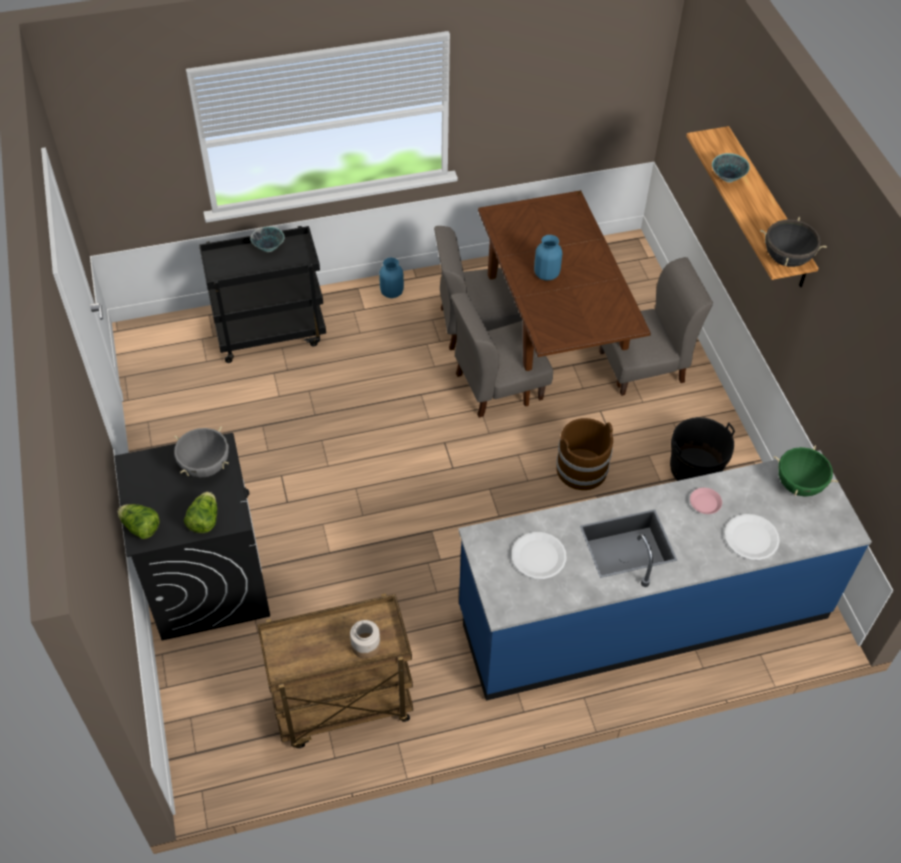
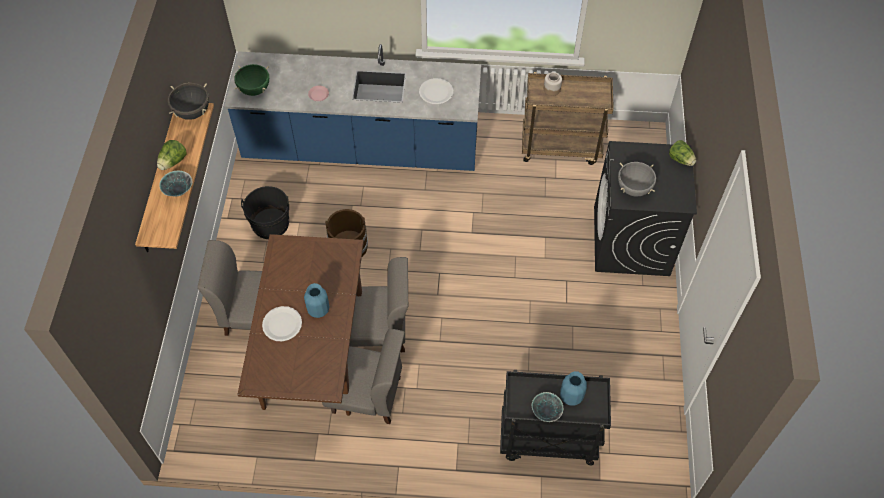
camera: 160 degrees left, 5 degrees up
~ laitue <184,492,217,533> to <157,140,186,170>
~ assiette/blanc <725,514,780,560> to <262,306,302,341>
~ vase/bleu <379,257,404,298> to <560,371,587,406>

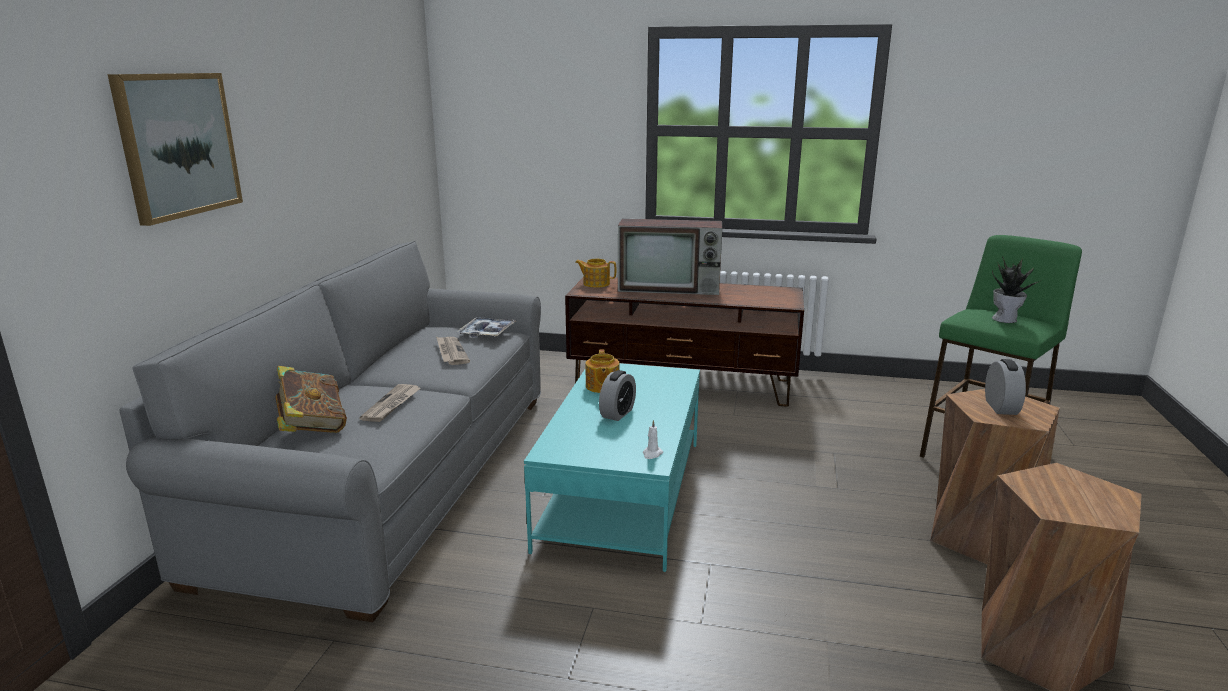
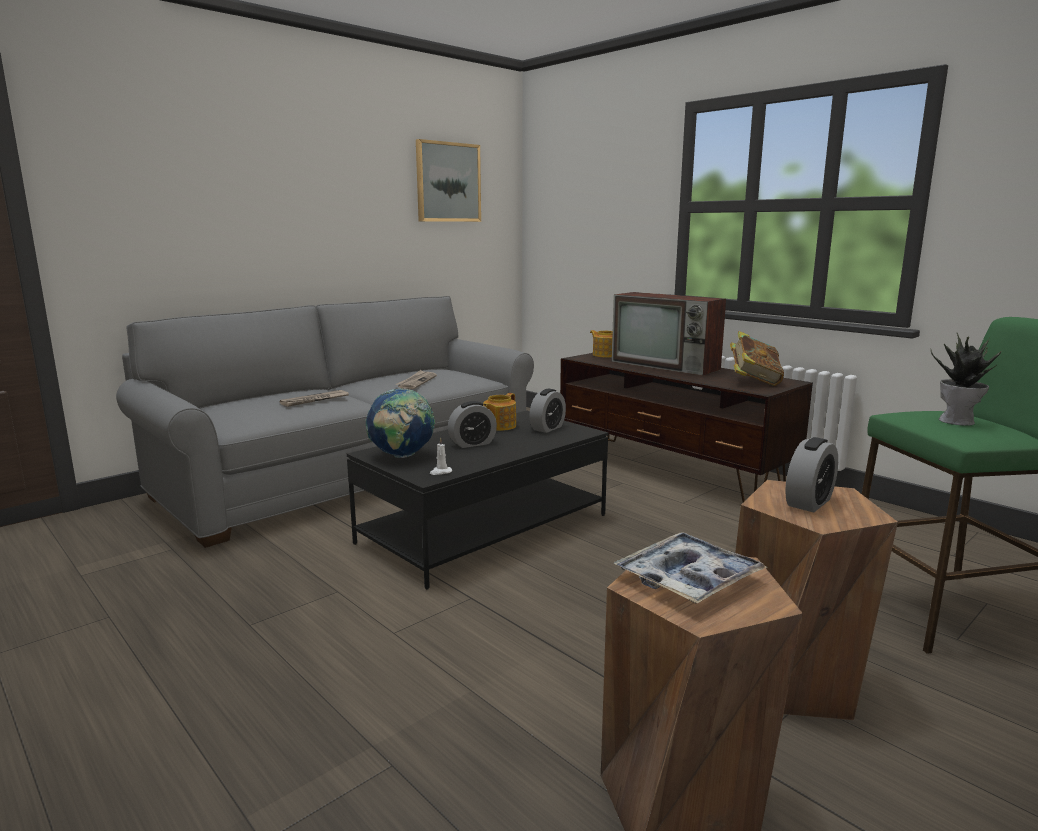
camera: 35 degrees right, 5 degrees down
~ table basse/turquoise <524,363,700,572> to table basse/noir <347,411,609,590>
+ globe <366,388,435,458>
~ tableau <108,73,243,226> to <416,139,481,222>
+ réveil <529,389,566,433>
~ plateau <457,317,516,337> to <614,532,767,603>
~ livre <275,366,347,433> to <730,331,784,386>

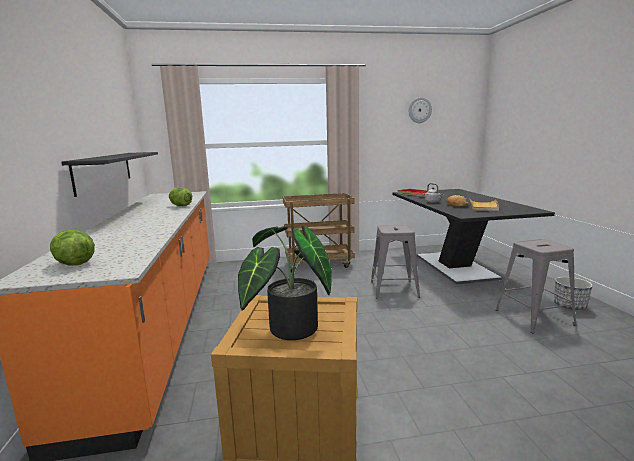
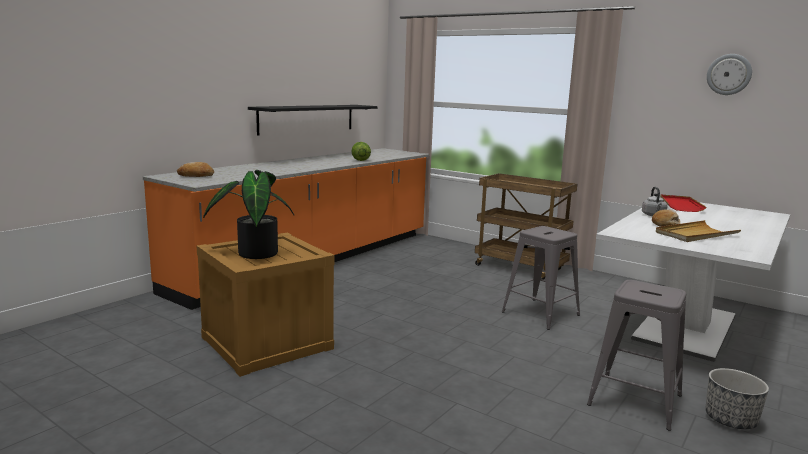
camera: 45 degrees right, 0 degrees up
~ laitue <50,230,95,266> to pain <177,162,214,177>
~ table à manger/noir <392,189,555,284> to table à manger/blanc <596,202,790,362>

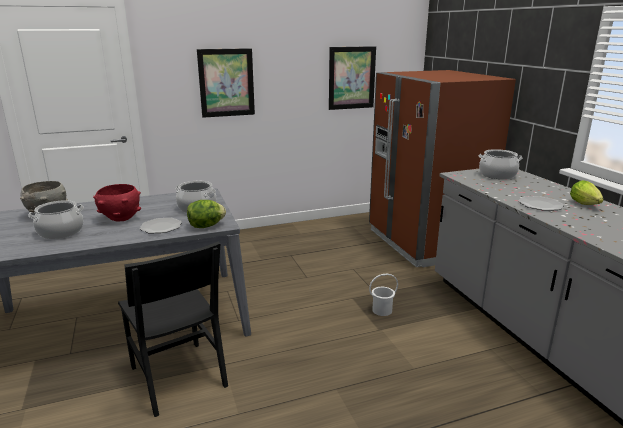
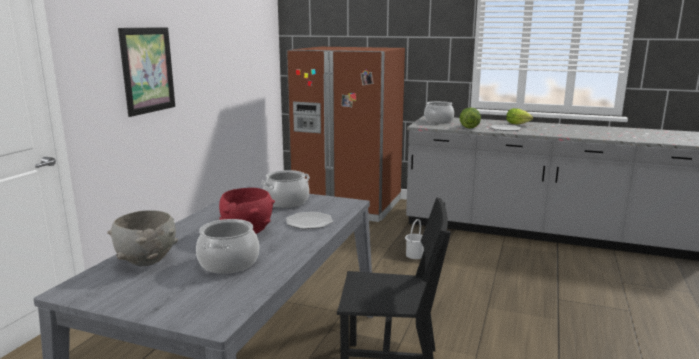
camera: 50 degrees left, 5 degrees down
~ laitue <187,200,226,228> to <459,108,481,129>
- tableau <329,46,376,110>

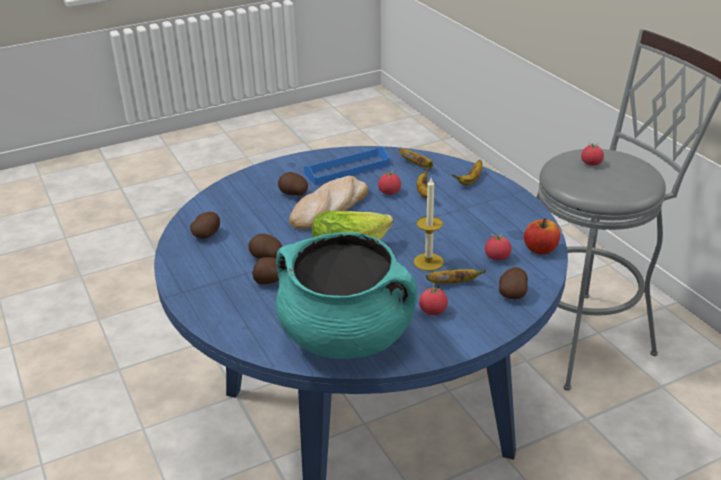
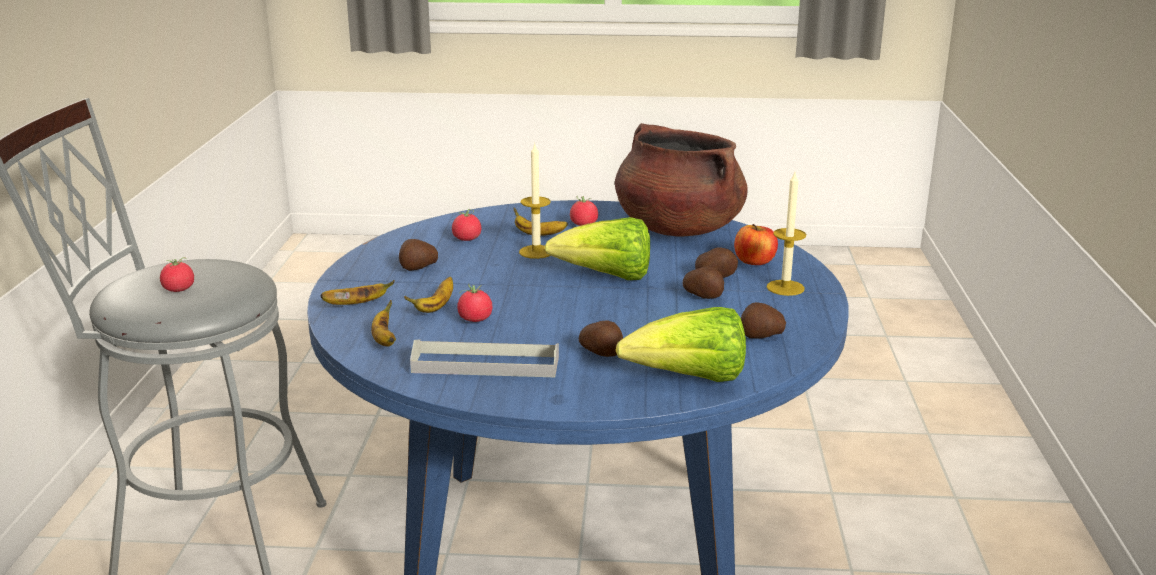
camera: 150 degrees left, 10 degrees down
~ pomme de terre <499,267,528,299> to <399,239,438,271>
~ plateau/bleu <304,147,390,185> to plateau/gris <410,339,559,377>
~ marmite/turquoise <276,232,417,359> to marmite/marron <615,123,748,237>
+ laitue <615,307,746,382>
~ pomme <524,218,560,254> to <734,224,778,265>
+ bougie <767,173,806,296>
- pain <289,176,368,230>

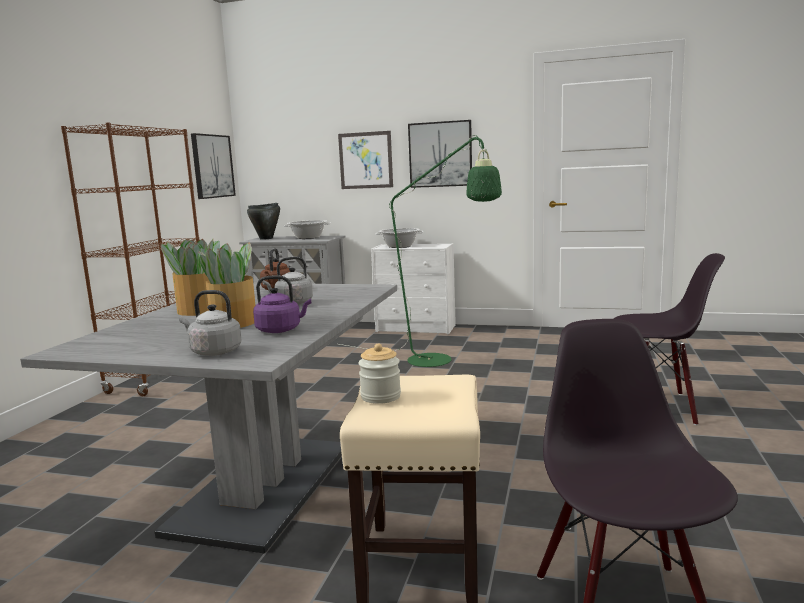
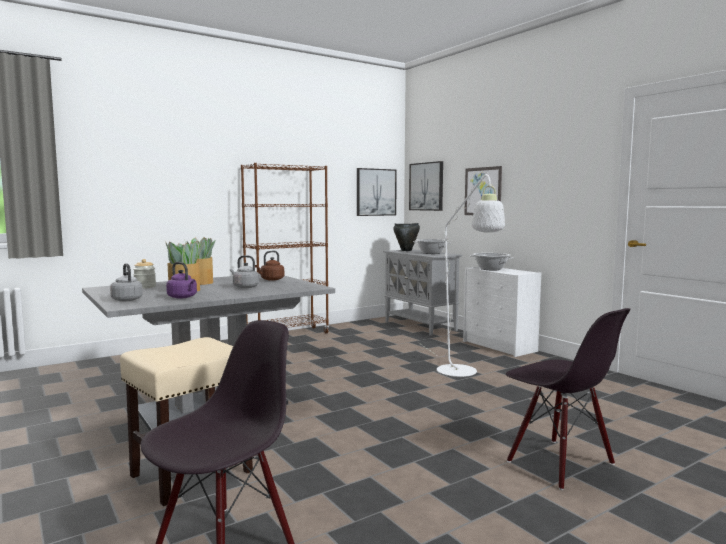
camera: 40 degrees right, 5 degrees down
~ bocal <358,344,401,404> to <133,259,156,288>
~ tableau <408,120,472,188> to <409,161,443,211>
~ lampadaire/vert <339,135,502,367> to lampadaire/blanc <419,172,505,377>

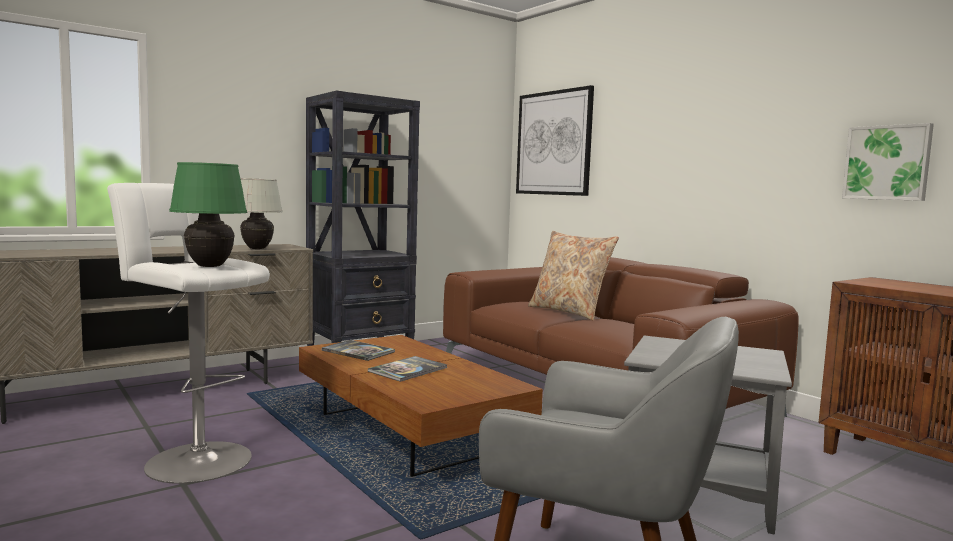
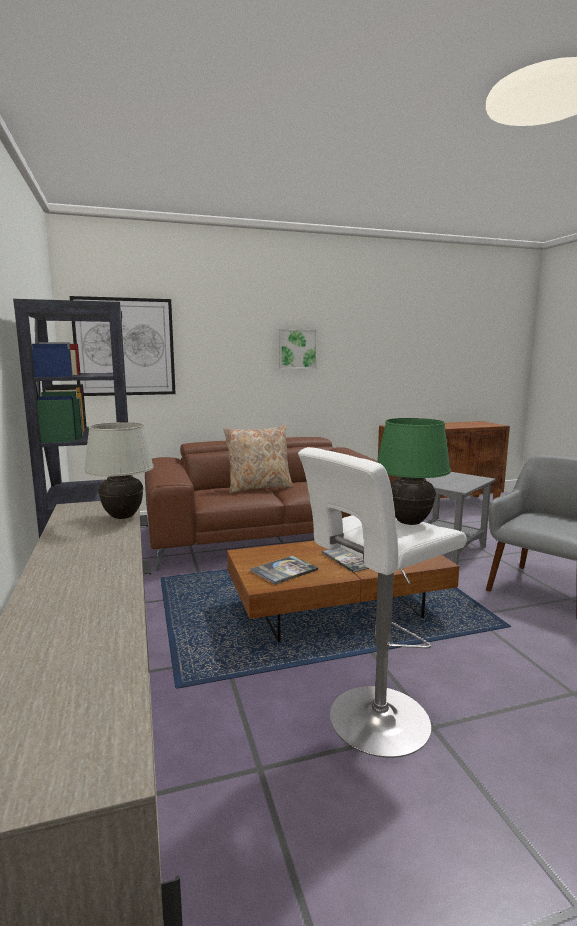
camera: 70 degrees left, 5 degrees up
~ tableau <842,123,934,201> to <279,329,318,369>

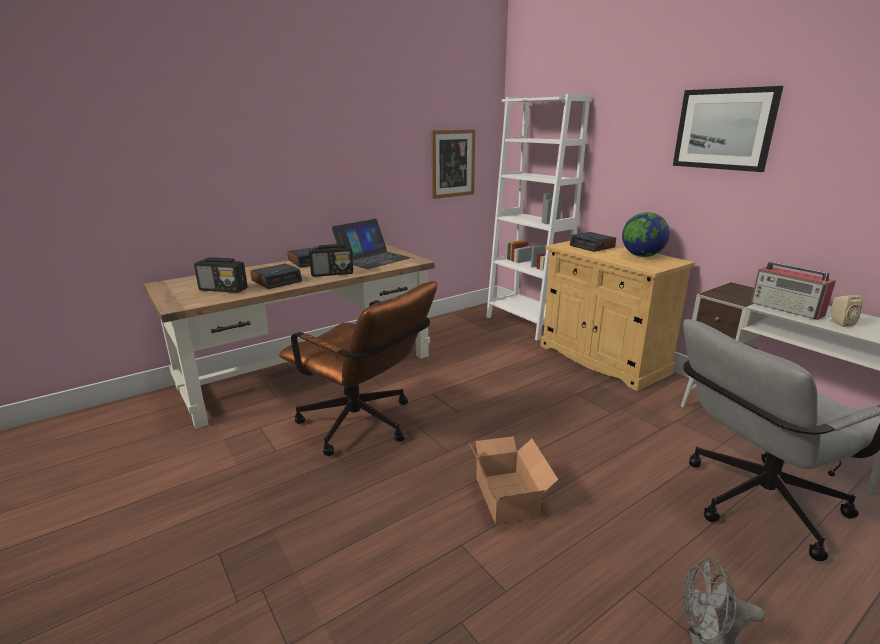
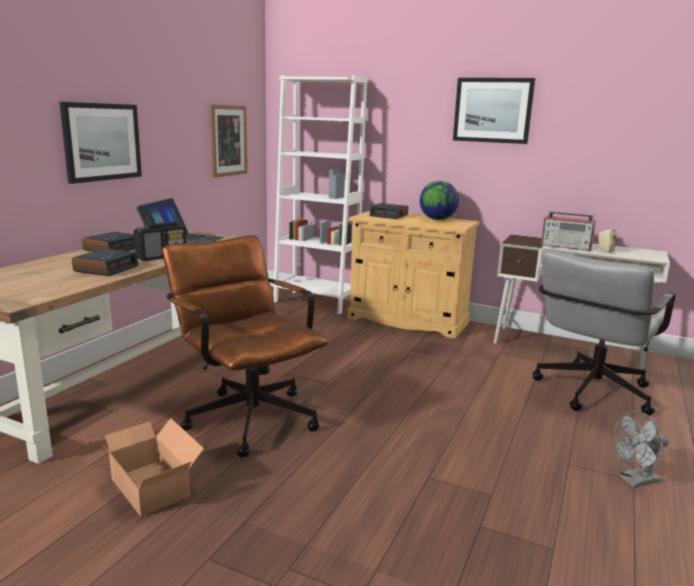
camera: 30 degrees left, 5 degrees down
+ tableau <60,102,142,184>
~ carton <469,436,558,524> to <97,418,204,517>
~ chaise de bureau/marron <279,281,437,456> = <162,235,328,457> 135 degrees counterclockwise
- radio <194,257,248,293>

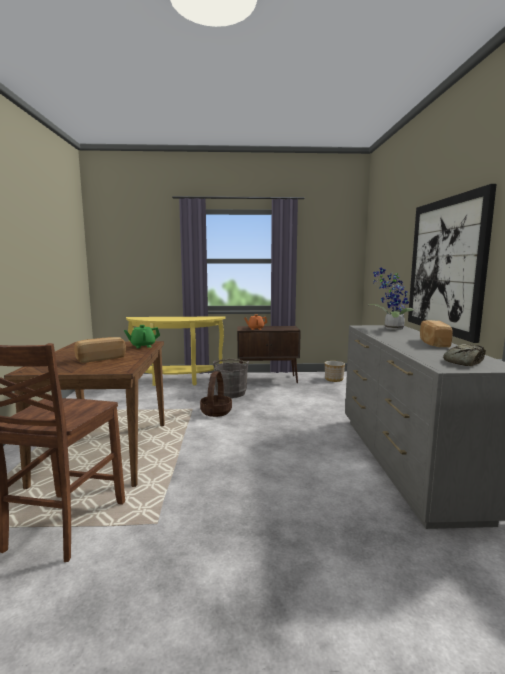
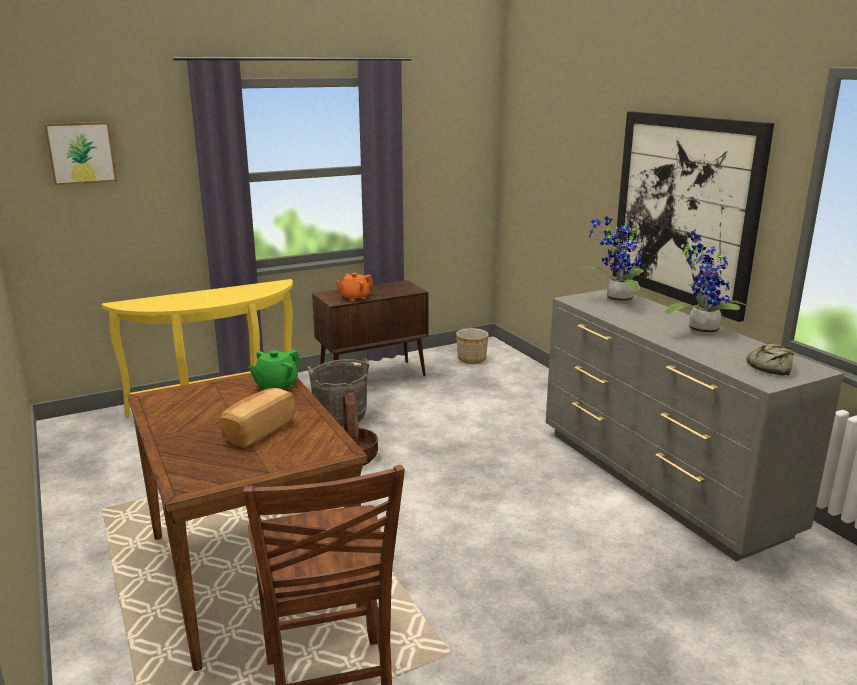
camera: 25 degrees left, 10 degrees up
+ tableau <44,122,117,185>
~ pain <420,320,453,348> to plante en pot <665,231,747,335>

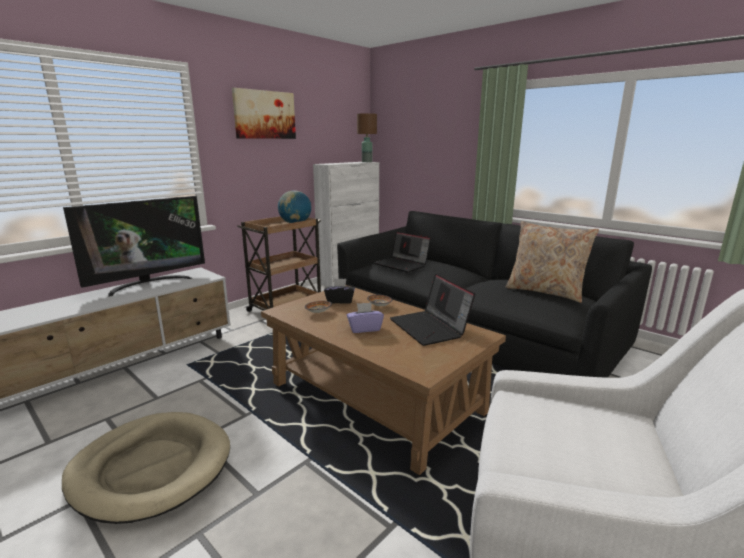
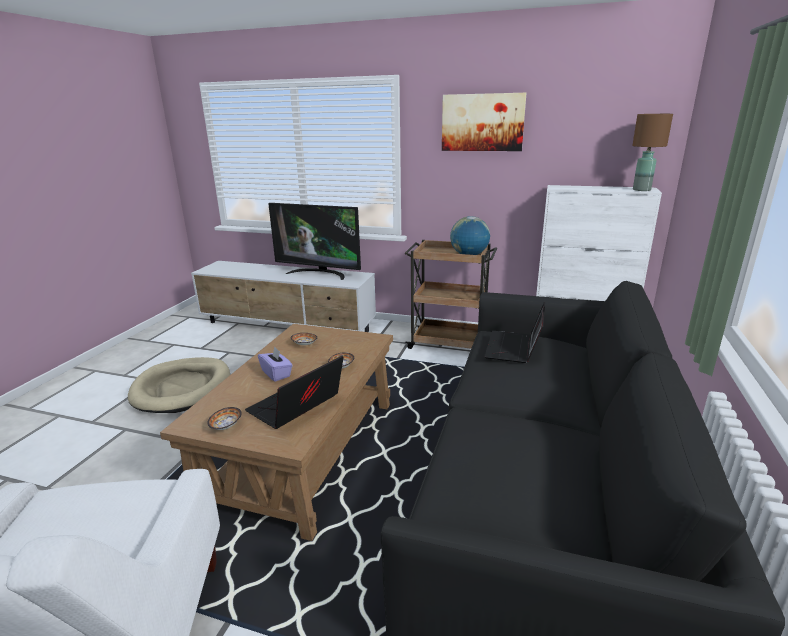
camera: 65 degrees right, 5 degrees up
+ bol <207,407,242,430>
- boîte à mouchoirs/noir <324,278,355,304>
- coussin/beige <506,221,599,303>

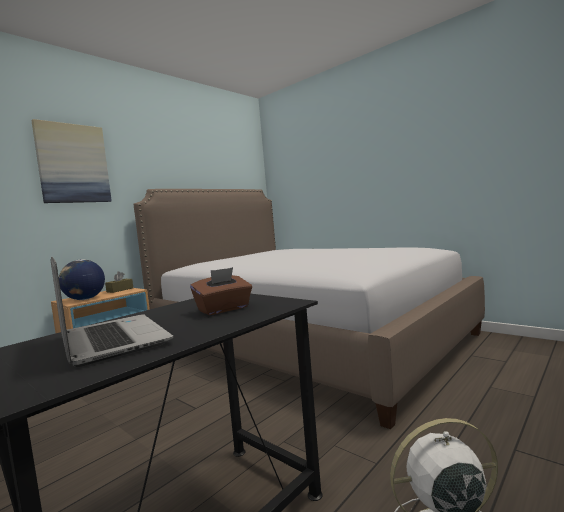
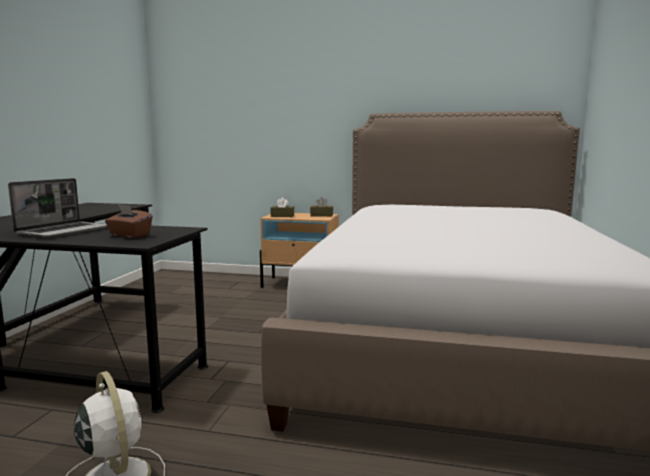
camera: 60 degrees right, 5 degrees up
~ globe <59,259,105,300> to boîte à mouchoirs/marron <270,198,294,217>
- tableau <31,119,112,203>

